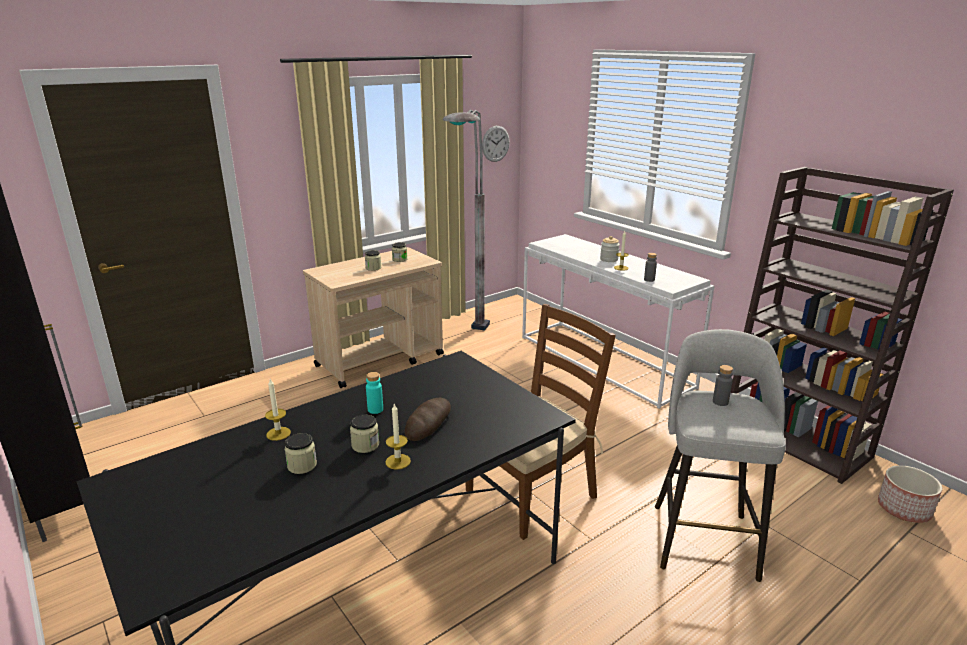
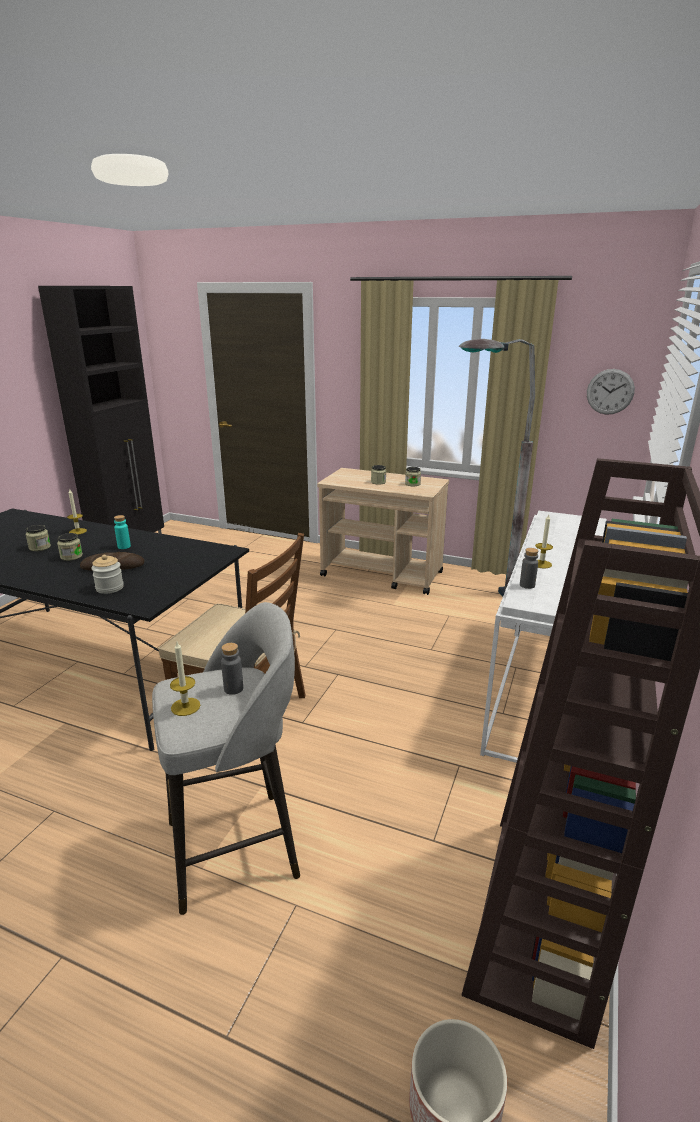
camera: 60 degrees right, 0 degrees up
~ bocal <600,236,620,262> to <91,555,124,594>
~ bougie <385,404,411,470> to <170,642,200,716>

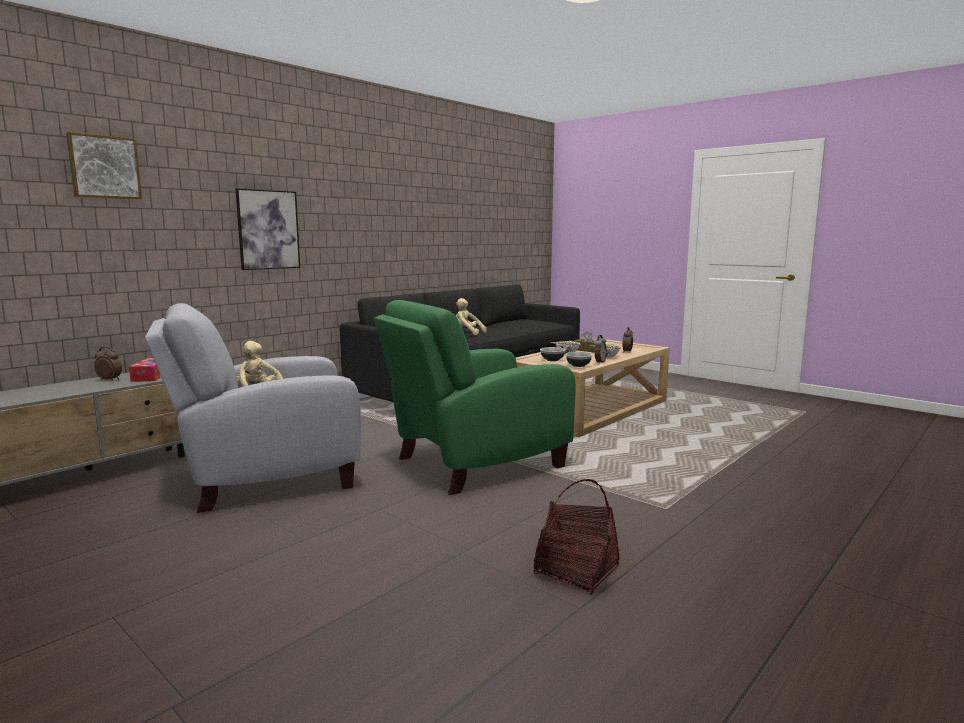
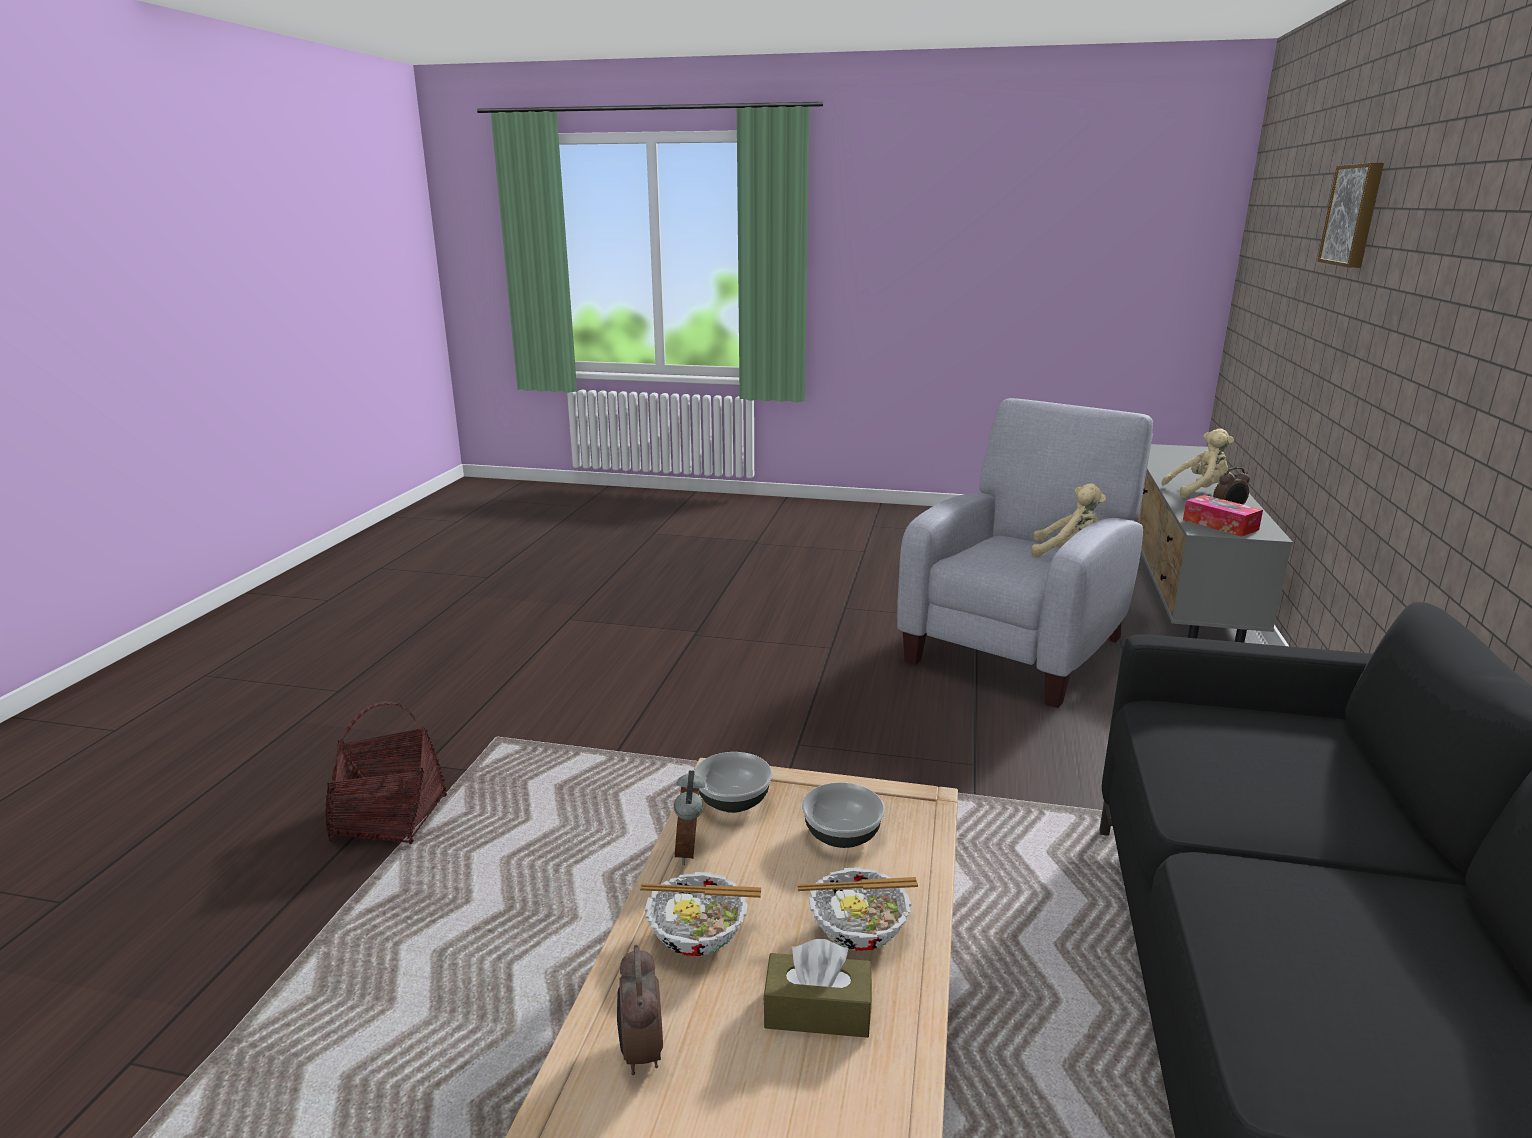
camera: 150 degrees right, 10 degrees up
~ panier <534,479,619,595> to <325,701,447,844>
~ peluche/beige <456,298,487,335> to <1161,428,1234,498>
- tableau <235,188,300,270>
- fauteuil/vert <374,300,576,495>

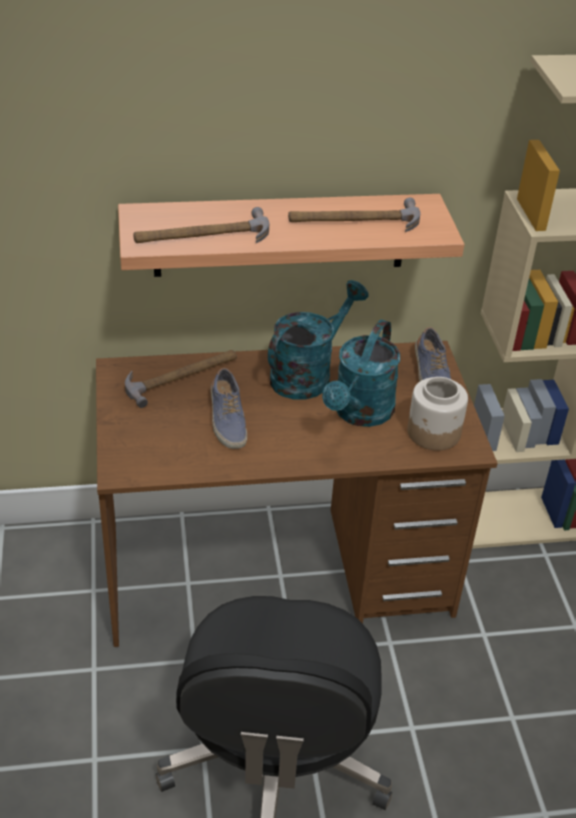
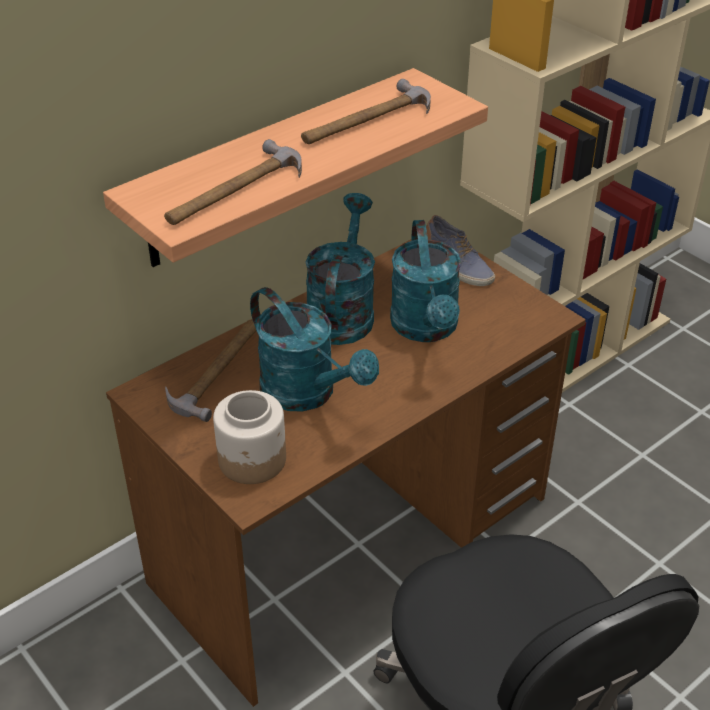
camera: 30 degrees left, 0 degrees up
~ bocal <407,377,468,451> to <213,390,286,484>
~ chaussure <211,368,247,449> to arrosoir/turquoise <250,287,379,412>

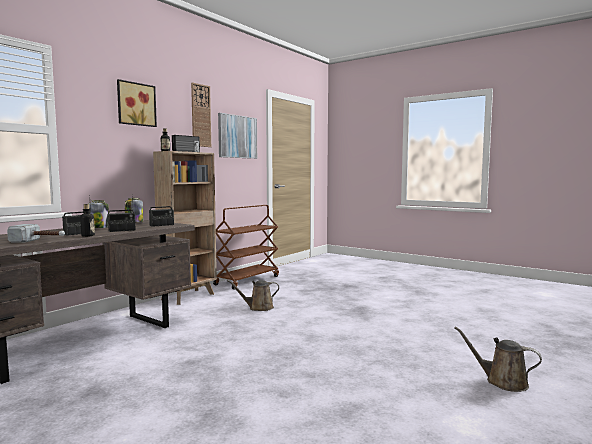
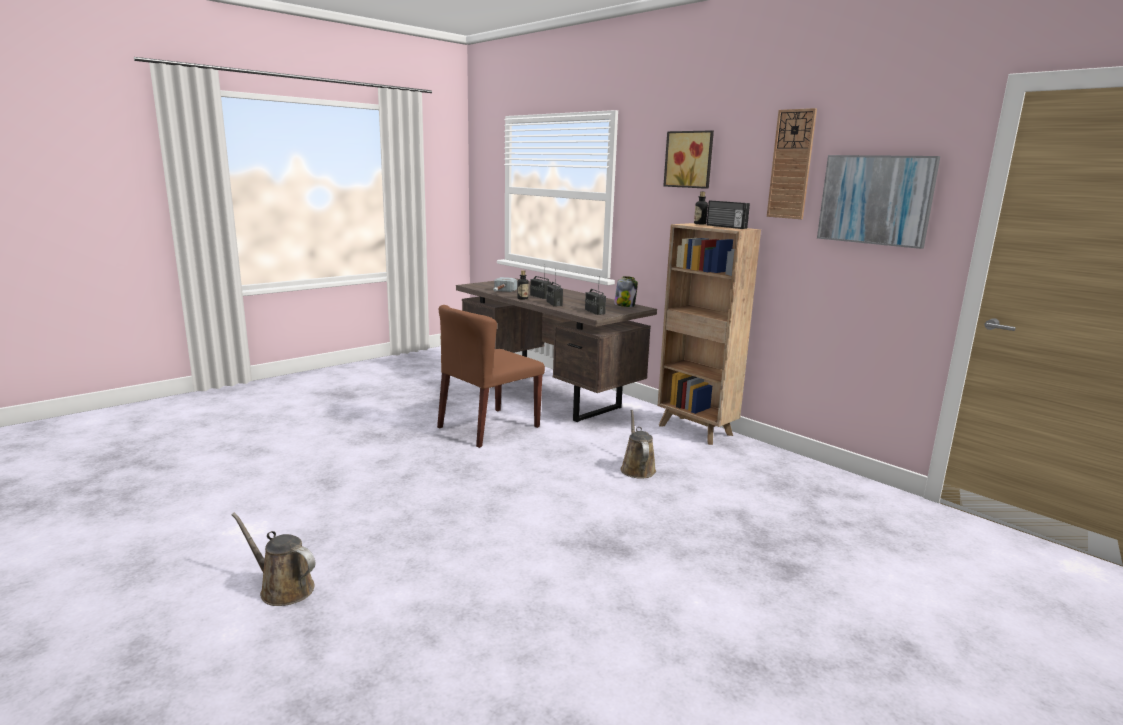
camera: 100 degrees right, 10 degrees up
~ arrosoir/marron <454,327,542,392> = <231,513,315,606> 105 degrees counterclockwise
+ chaise/marron <437,305,545,448>
- bocal <88,200,109,228>
- chariot/marron <213,205,279,290>

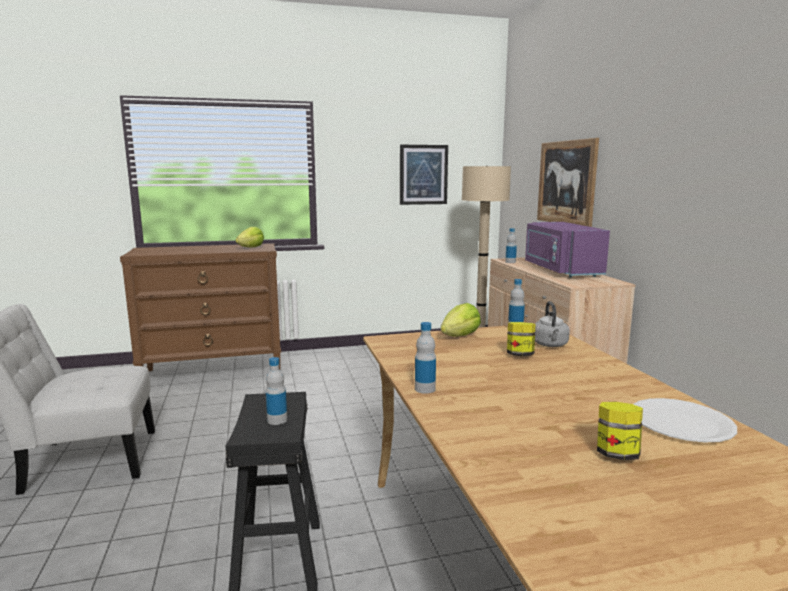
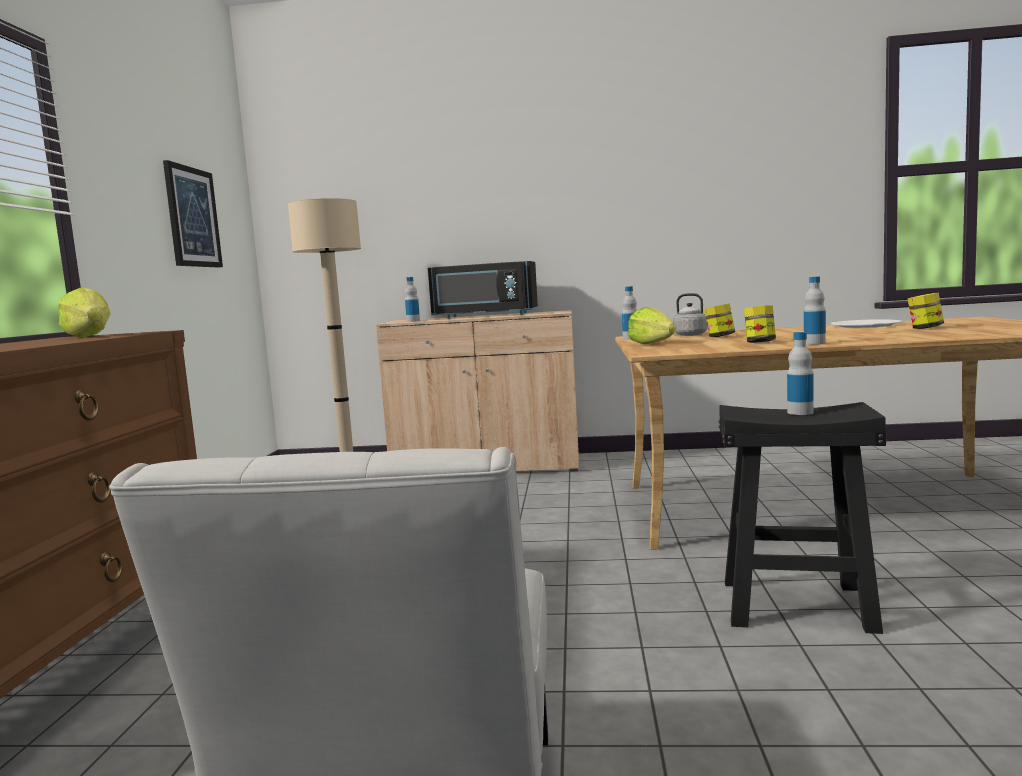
camera: 70 degrees left, 5 degrees down
~ micro-ondes/violet <525,222,610,278> to micro-ondes/noir <428,261,538,319>
+ bocal <744,305,776,343>
- tableau <537,138,599,227>

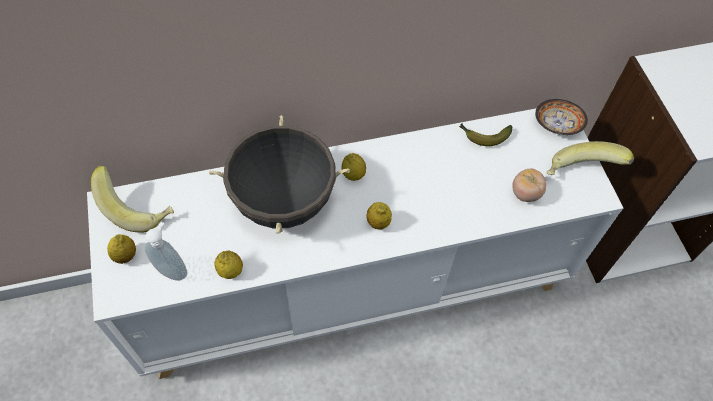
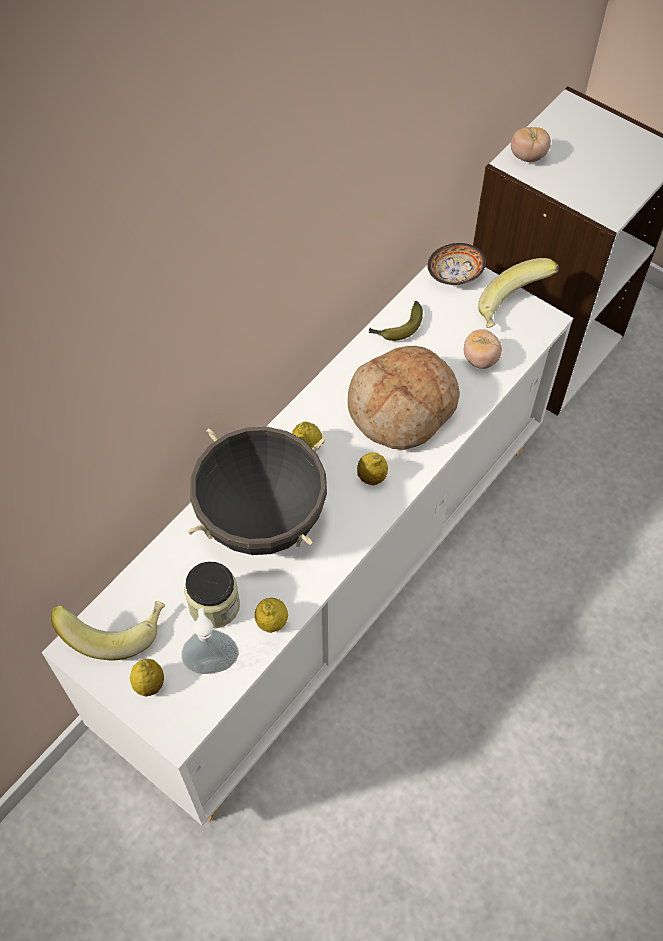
camera: 35 degrees left, 0 degrees up
+ bocal <184,562,240,628>
+ pain <348,346,460,450>
+ tomate <511,127,551,162>

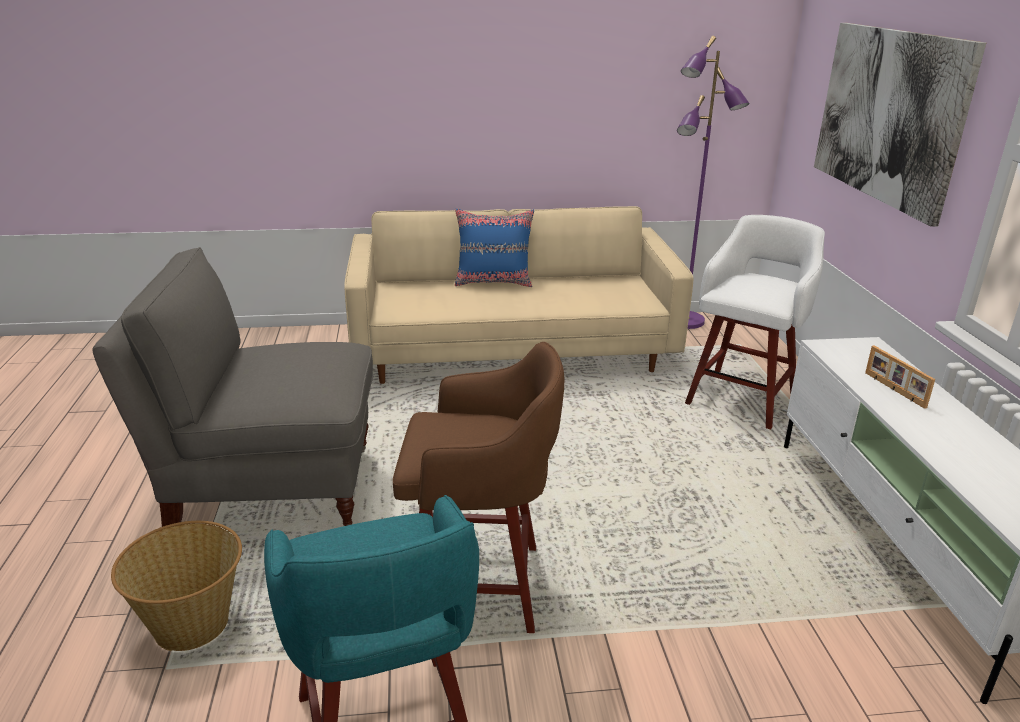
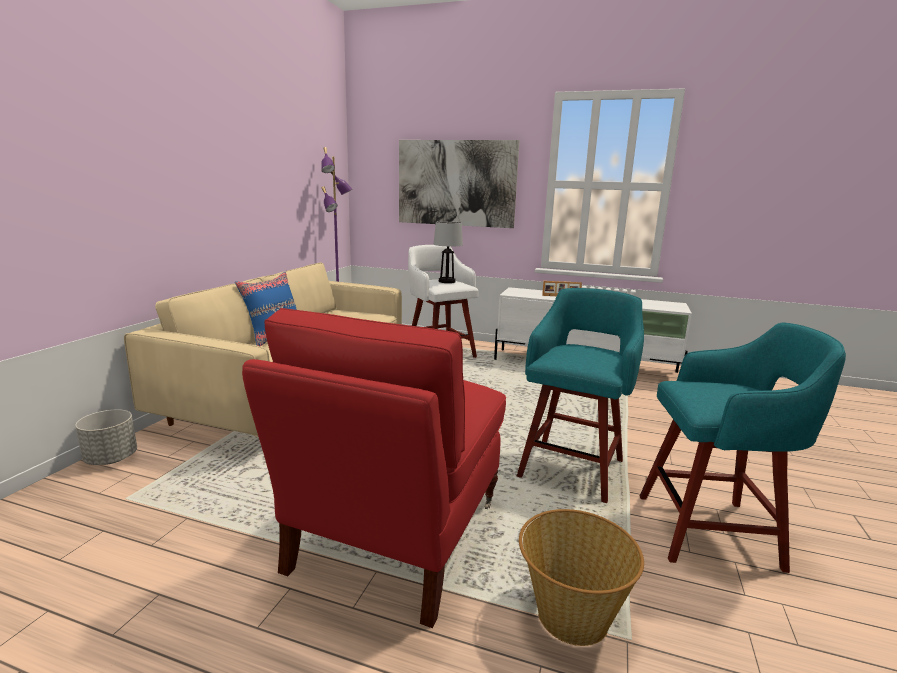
camera: 65 degrees left, 10 degrees down
+ cache-pot/gris <75,409,137,465>
~ fauteuil/gris <92,247,373,527> to fauteuil/rouge <242,308,506,628>
+ lampe de table <434,221,463,283>
~ tabouret/marron <393,342,565,633> to tabouret/turquoise <517,288,644,503>

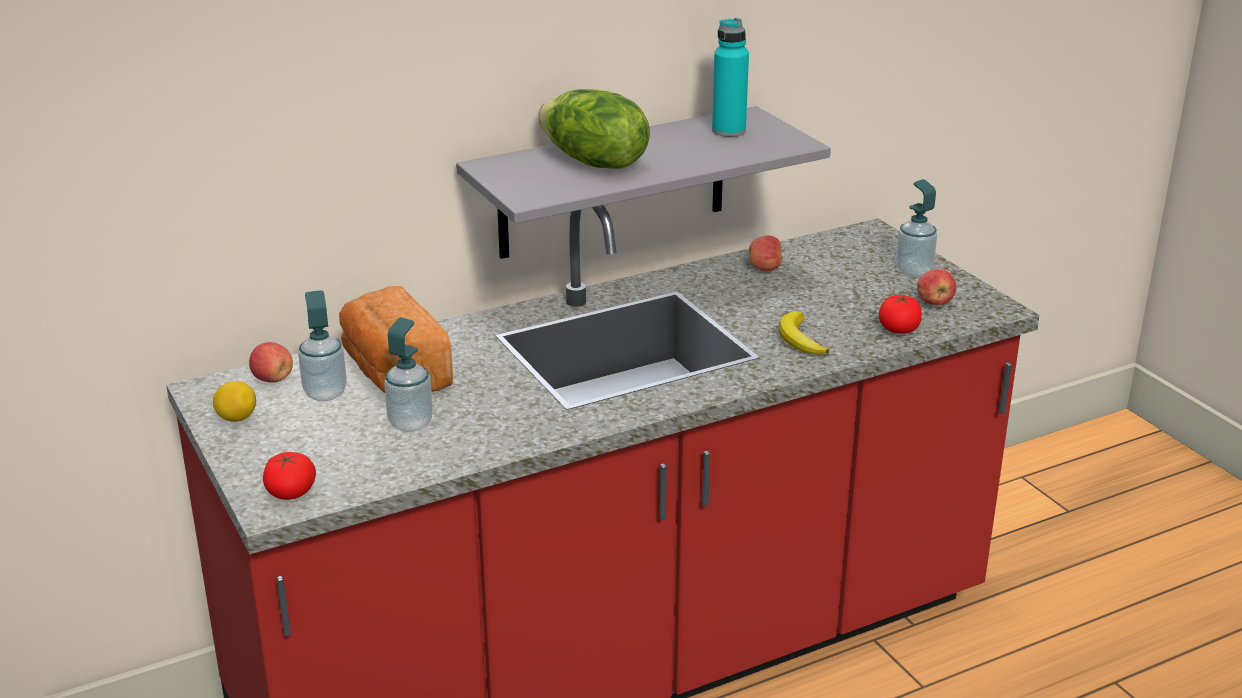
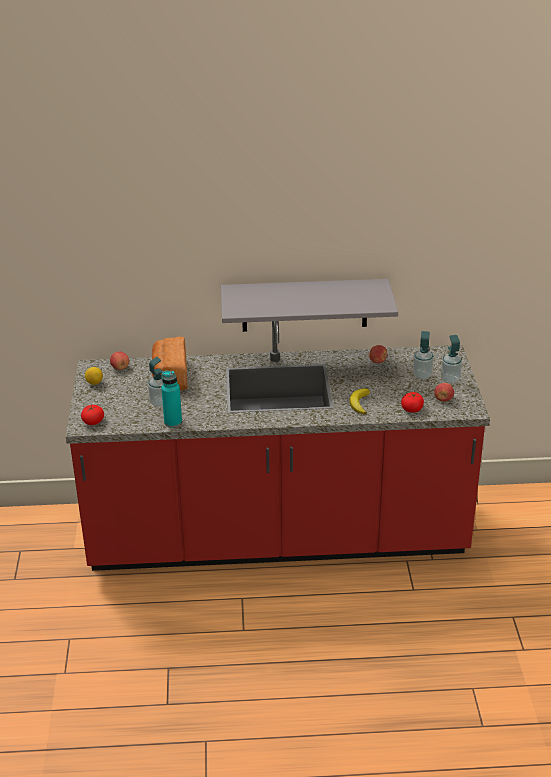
camera: 25 degrees right, 5 degrees up
~ bouteille/turquoise <712,18,749,137> to <161,371,182,428>
~ distributeur de savon <298,290,347,401> to <413,331,434,380>
- laitue <538,89,650,169>

